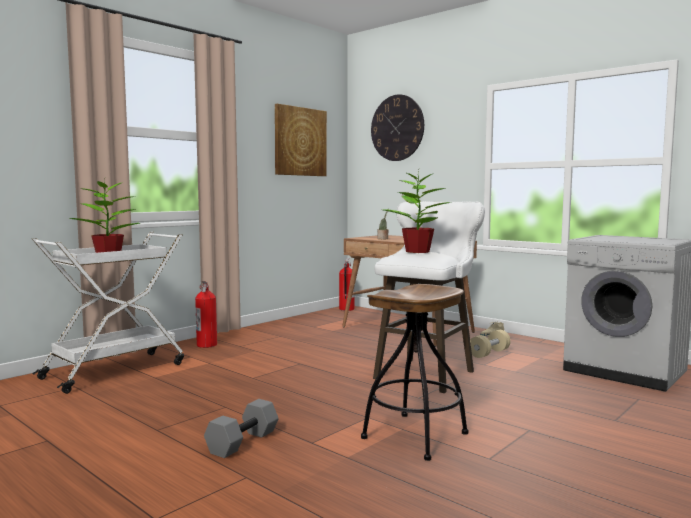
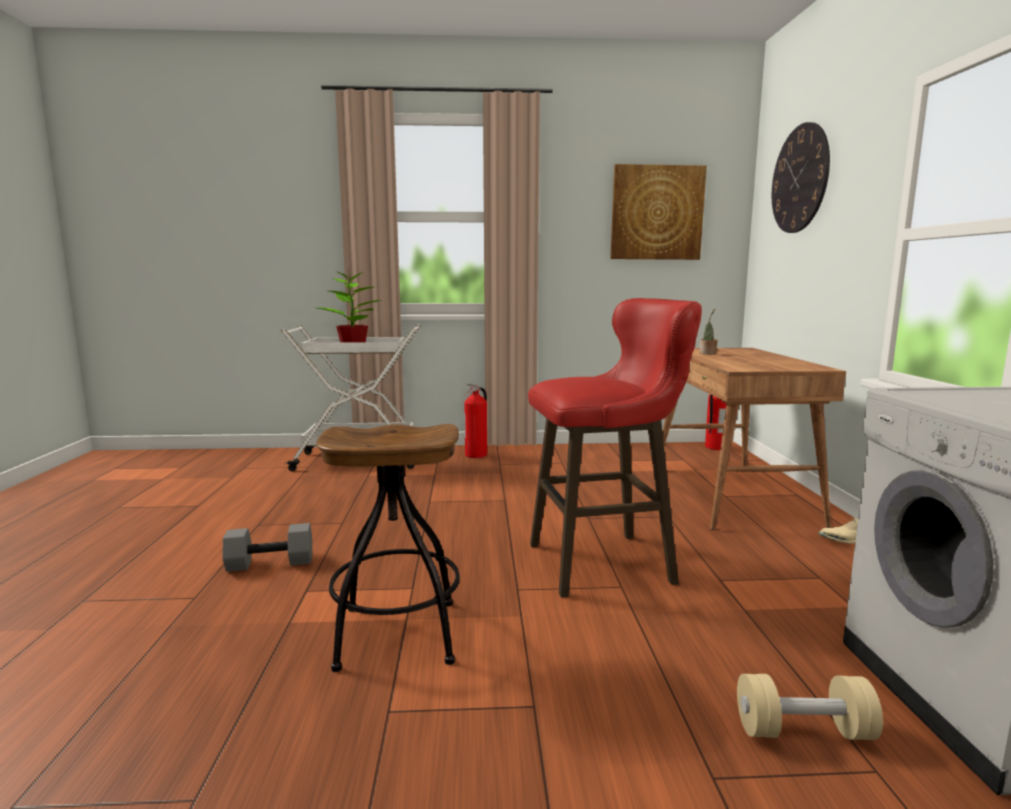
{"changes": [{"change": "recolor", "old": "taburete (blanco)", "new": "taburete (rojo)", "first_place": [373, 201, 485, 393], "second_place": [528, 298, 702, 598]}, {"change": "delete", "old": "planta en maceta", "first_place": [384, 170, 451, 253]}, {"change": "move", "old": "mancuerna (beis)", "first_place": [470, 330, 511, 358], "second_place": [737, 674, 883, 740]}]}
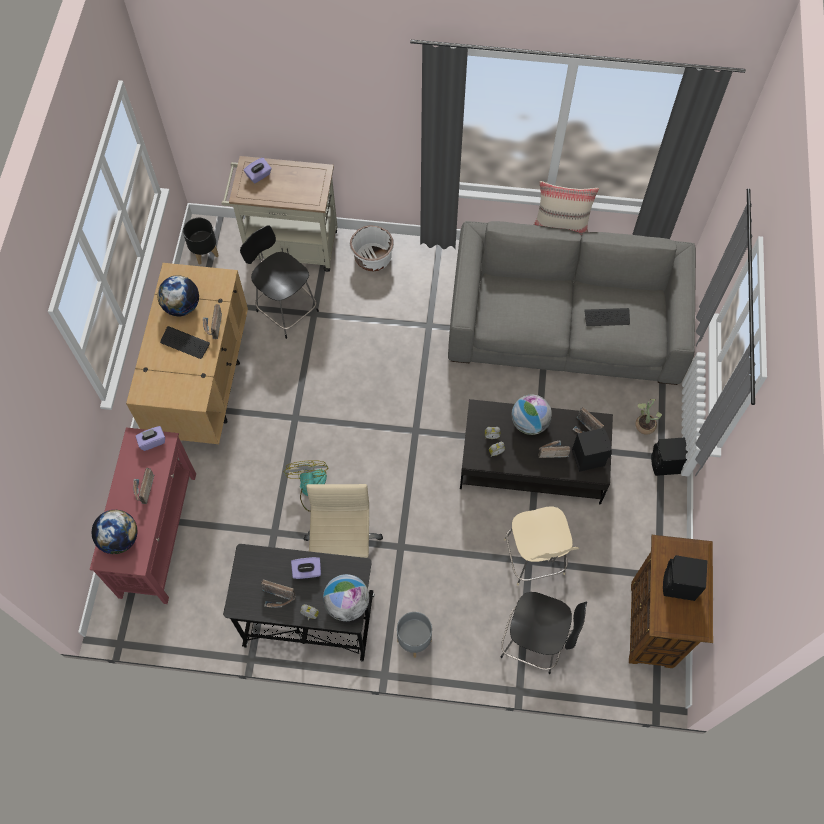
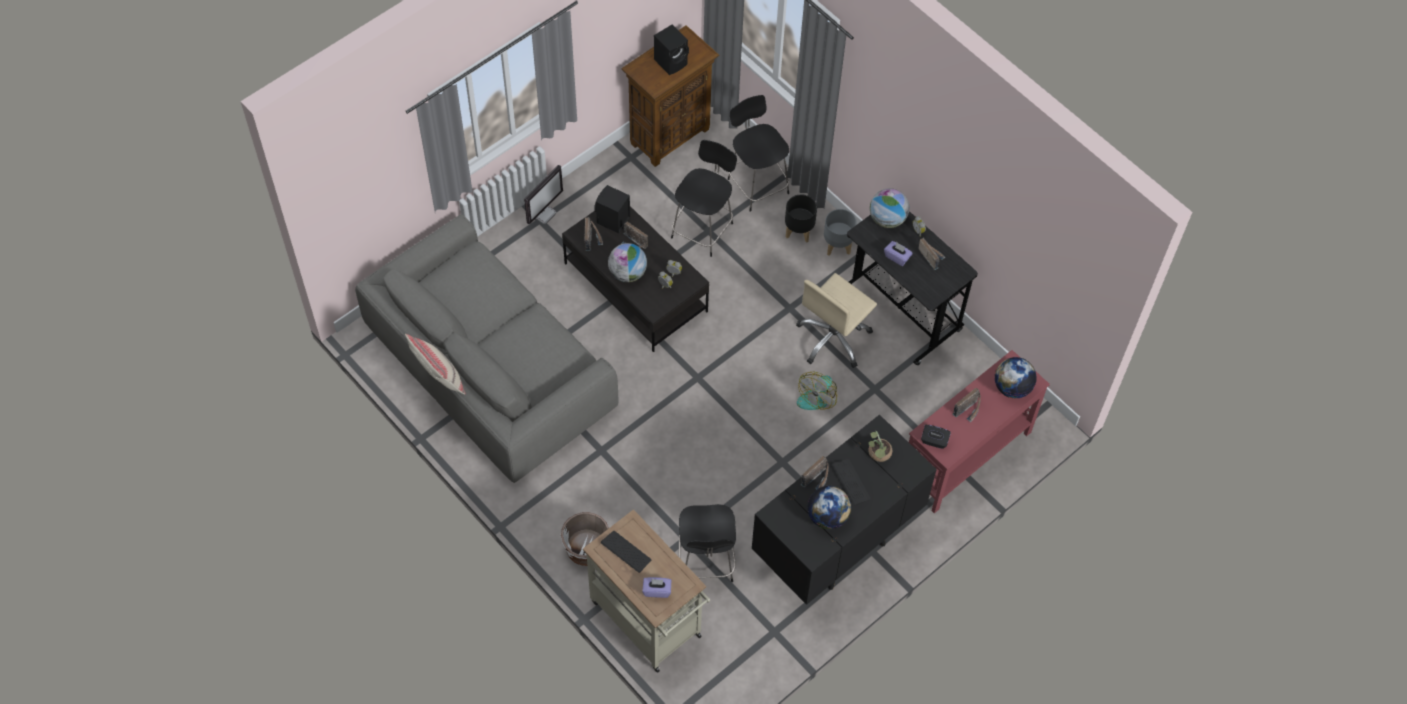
{"changes": [{"change": "recolor", "old": "cómoda (beis)", "new": "cómoda (negro)", "first_place": [126, 263, 248, 444], "second_place": [752, 415, 937, 605]}, {"change": "recolor", "old": "caja de pañuelos (morado)", "new": "caja de pañuelos (negro)", "first_place": [136, 426, 165, 451], "second_place": [921, 425, 951, 449]}, {"change": "move", "old": "maceta (negro)", "first_place": [183, 218, 219, 265], "second_place": [785, 195, 817, 243]}, {"change": "recolor", "old": "silla (beis)", "new": "silla (negro)", "first_place": [504, 506, 579, 586], "second_place": [671, 140, 737, 257]}, {"change": "move", "old": "teclado", "first_place": [584, 308, 630, 326], "second_place": [601, 531, 651, 573]}, {"change": "move", "old": "planta en maceta", "first_place": [635, 399, 662, 435], "second_place": [868, 431, 892, 462]}, {"change": "replace", "old": "altavoz (negro)", "new": "monitor", "first_place": [651, 437, 688, 476], "second_place": [524, 165, 563, 224]}]}
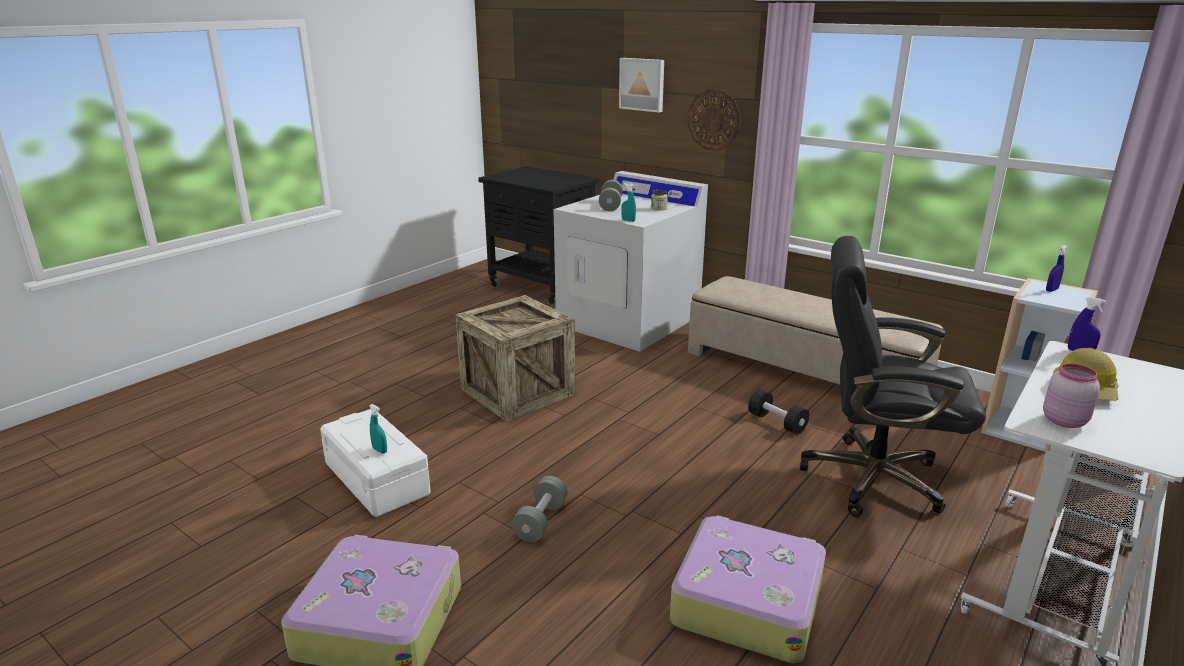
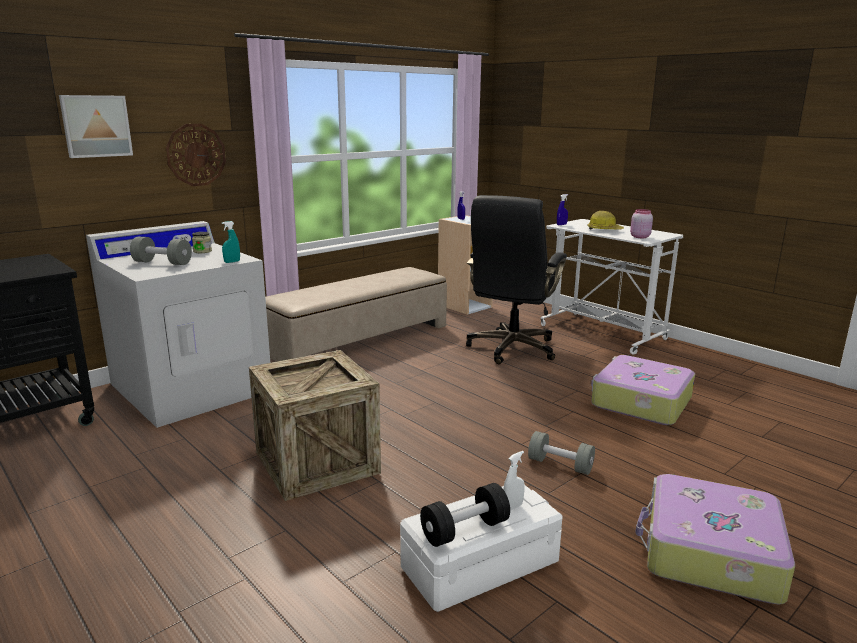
{"changes": [{"change": "recolor", "old": "pulverizador (turquesa)", "new": "pulverizador (blanco)", "first_place": [370, 404, 387, 454], "second_place": [503, 451, 525, 511]}, {"change": "move", "old": "mancuerna (negro)", "first_place": [748, 389, 809, 434], "second_place": [420, 483, 510, 547]}]}
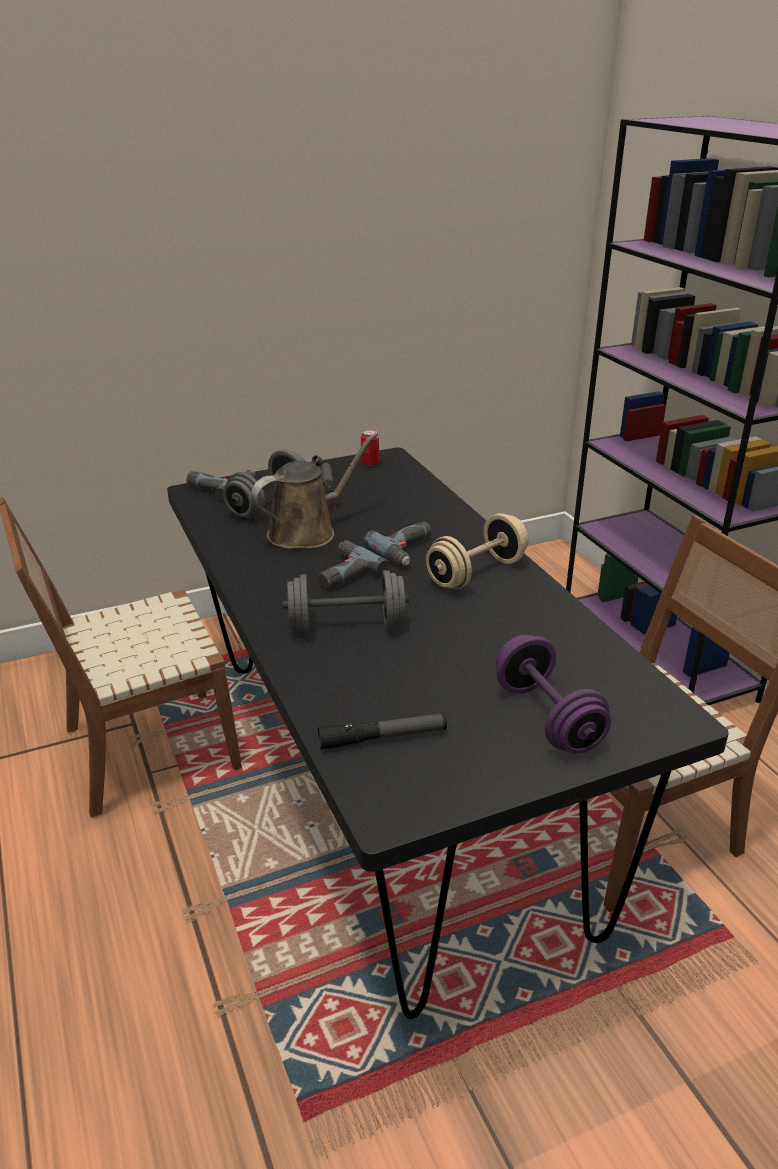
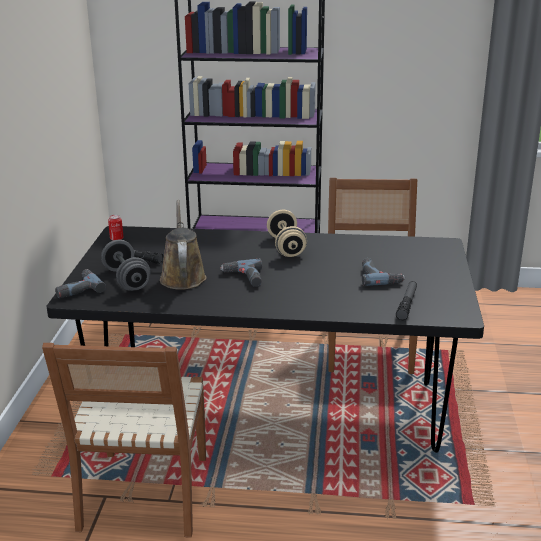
{"changes": [{"change": "delete", "old": "mancuerna (gris)", "first_place": [283, 570, 409, 633]}, {"change": "move", "old": "taladro", "first_place": [363, 522, 431, 567], "second_place": [362, 258, 405, 286]}, {"change": "delete", "old": "mancuerna (morado)", "first_place": [496, 635, 611, 754]}]}
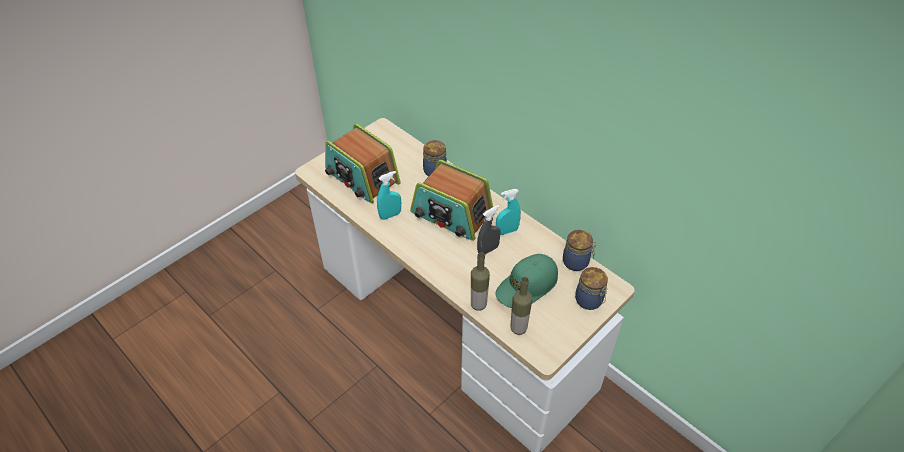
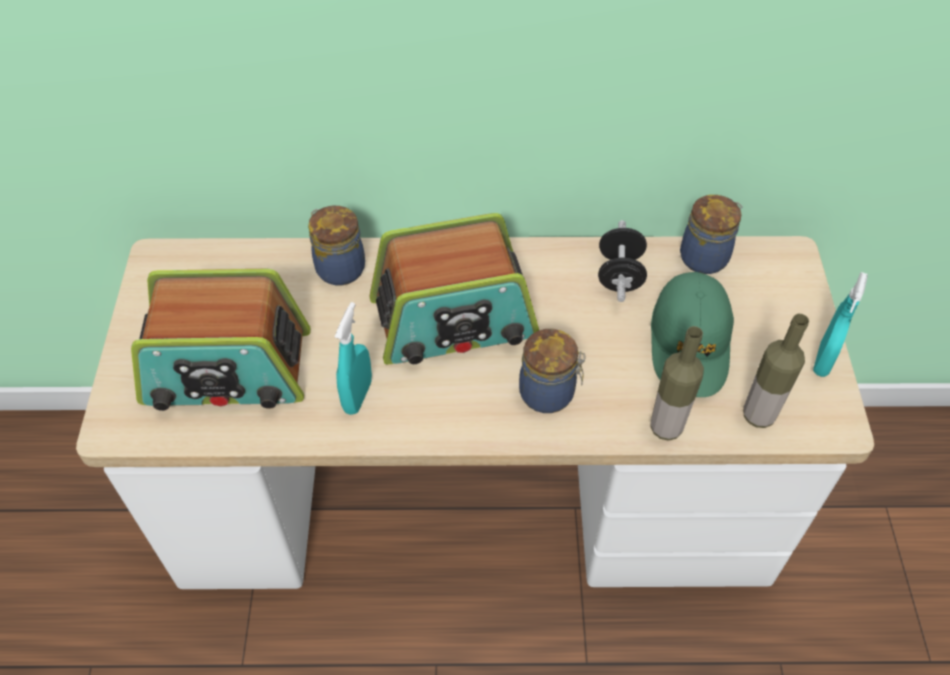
{"changes": [{"change": "delete", "old": "pulverizador (gris)", "first_place": [477, 205, 501, 254]}, {"change": "move", "old": "pulverizador (turquesa)", "first_place": [496, 189, 521, 235], "second_place": [813, 272, 868, 377]}, {"change": "move", "old": "tarro", "first_place": [575, 267, 608, 310], "second_place": [519, 329, 586, 413]}, {"change": "insert", "new": "mancuerna (negro)", "second_place": [598, 220, 647, 302]}]}
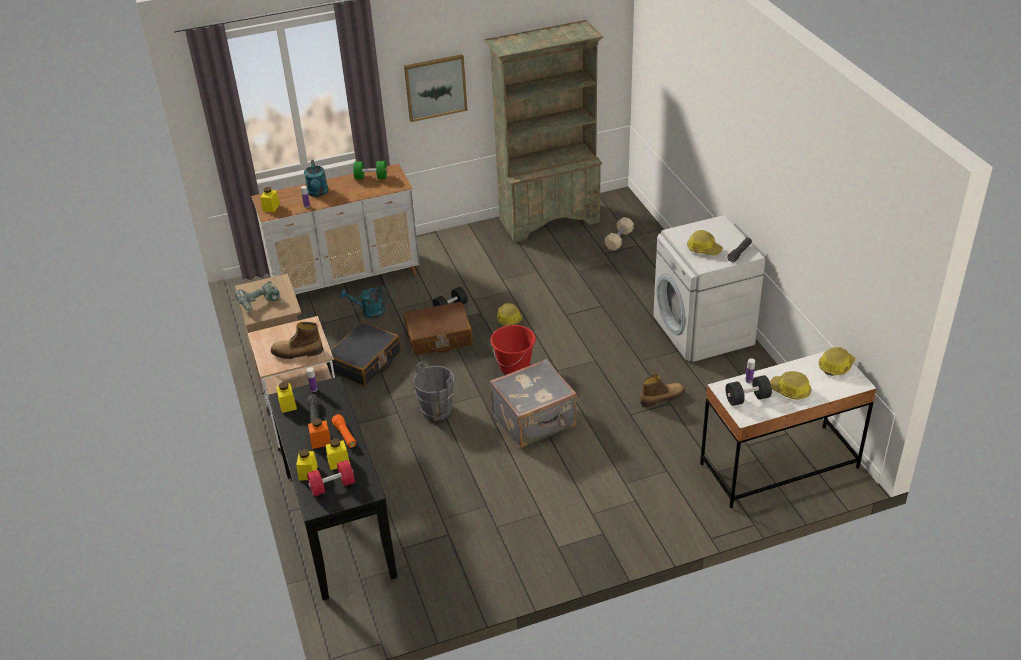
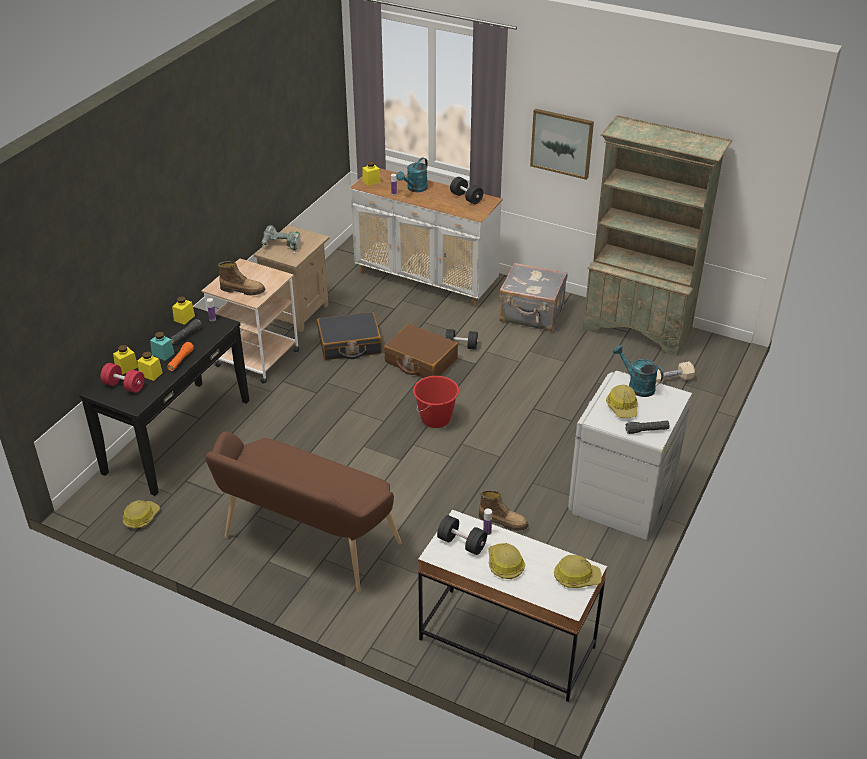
{"changes": [{"change": "rotate", "old": "bota", "first_place": [271, 322, 324, 359], "second_place": [218, 261, 265, 295], "degrees": 150}, {"change": "recolor", "old": "tarro (naranja)", "new": "tarro (turquesa)", "first_place": [308, 418, 331, 449], "second_place": [150, 332, 175, 361]}, {"change": "move", "old": "regadera (turquesa)", "first_place": [340, 287, 389, 318], "second_place": [613, 345, 664, 397]}, {"change": "recolor", "old": "mancuerna (verde)", "new": "mancuerna (negro)", "first_place": [353, 161, 387, 180], "second_place": [450, 177, 483, 204]}, {"change": "delete", "old": "cubo (gris)", "first_place": [413, 362, 455, 421]}, {"change": "move", "old": "maleta (gris)", "first_place": [490, 359, 577, 448], "second_place": [499, 263, 567, 331]}, {"change": "move", "old": "casco", "first_place": [497, 303, 522, 326], "second_place": [123, 500, 160, 529]}, {"change": "insert", "new": "banco (marrón)", "second_place": [205, 431, 402, 592]}]}
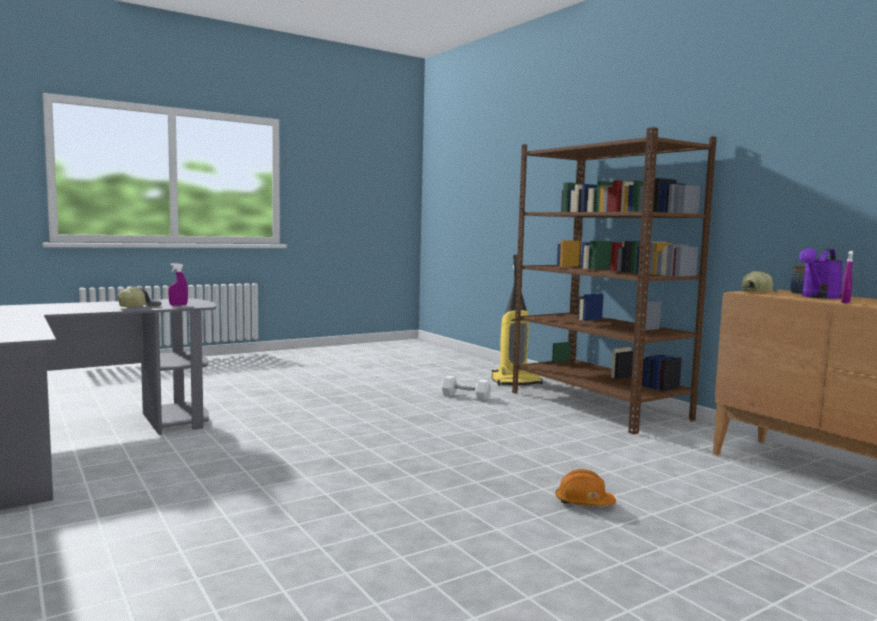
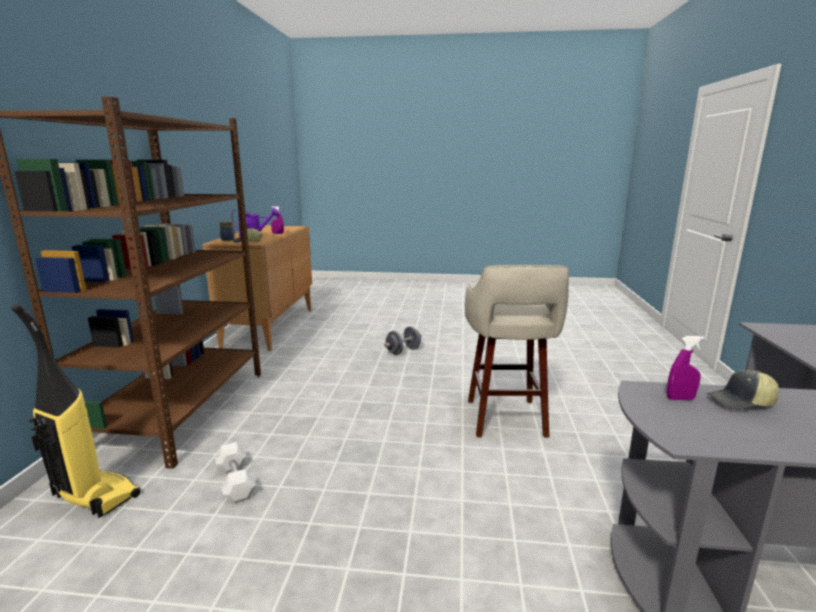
{"changes": [{"change": "replace", "old": "casco (naranja)", "new": "mancuerna (gris)", "first_place": [555, 469, 616, 506], "second_place": [384, 326, 422, 355]}, {"change": "insert", "new": "taburete (beis)", "second_place": [465, 265, 569, 437]}]}
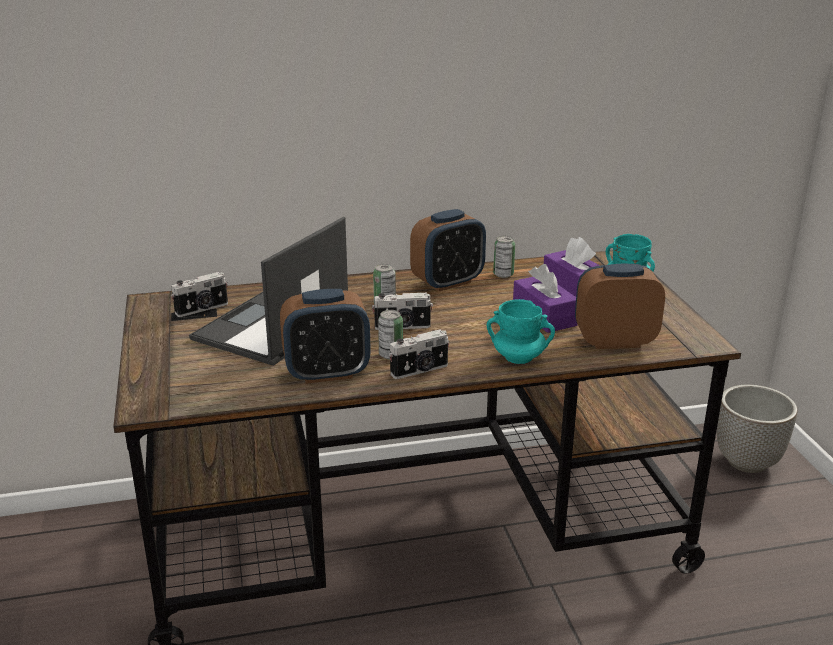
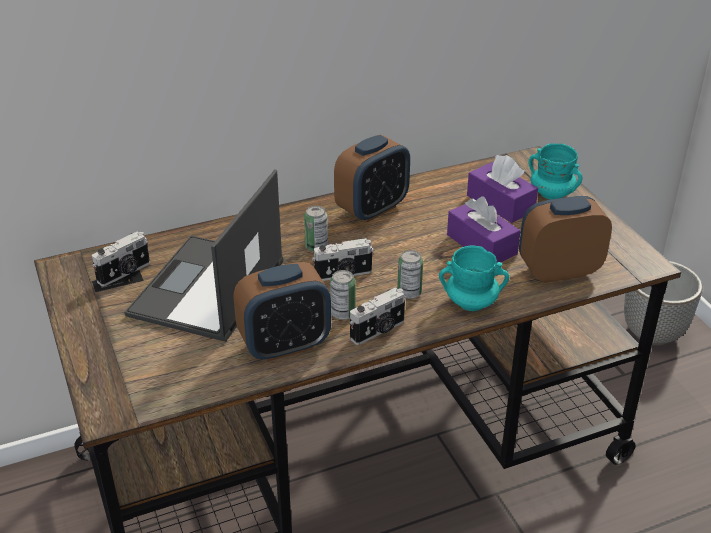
{"changes": [{"change": "move", "old": "lata", "first_place": [493, 236, 515, 278], "second_place": [397, 250, 423, 299]}]}
